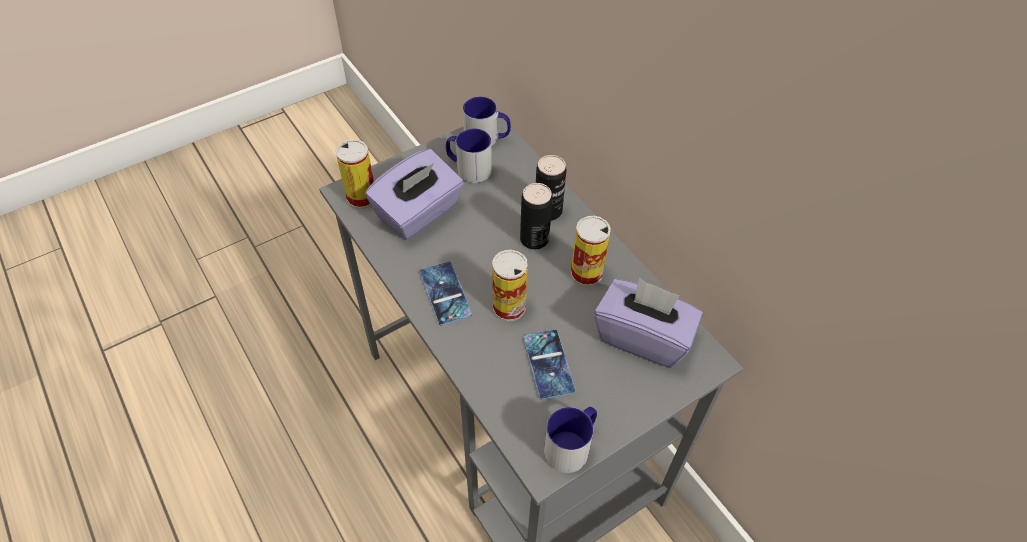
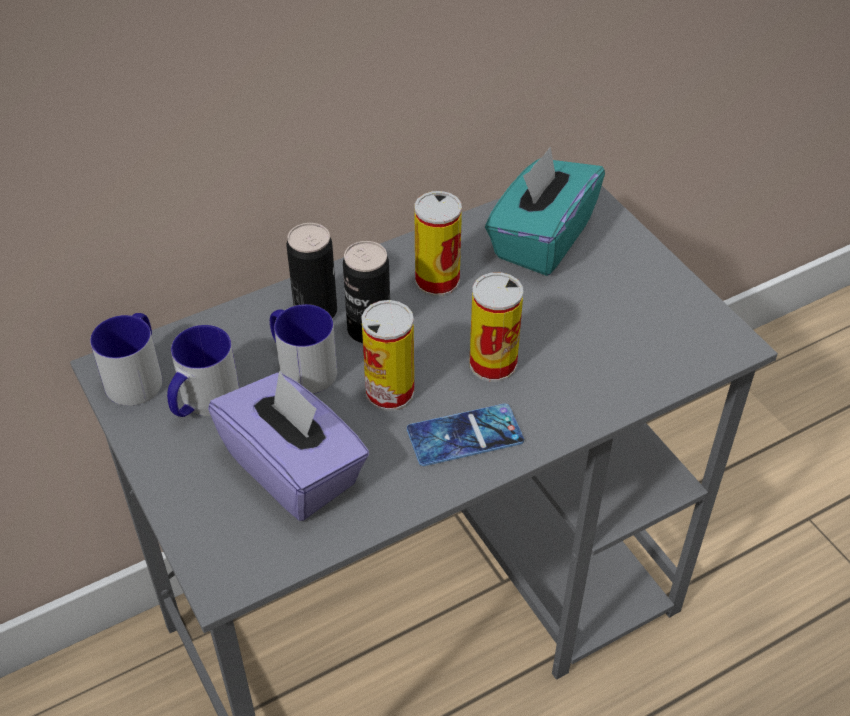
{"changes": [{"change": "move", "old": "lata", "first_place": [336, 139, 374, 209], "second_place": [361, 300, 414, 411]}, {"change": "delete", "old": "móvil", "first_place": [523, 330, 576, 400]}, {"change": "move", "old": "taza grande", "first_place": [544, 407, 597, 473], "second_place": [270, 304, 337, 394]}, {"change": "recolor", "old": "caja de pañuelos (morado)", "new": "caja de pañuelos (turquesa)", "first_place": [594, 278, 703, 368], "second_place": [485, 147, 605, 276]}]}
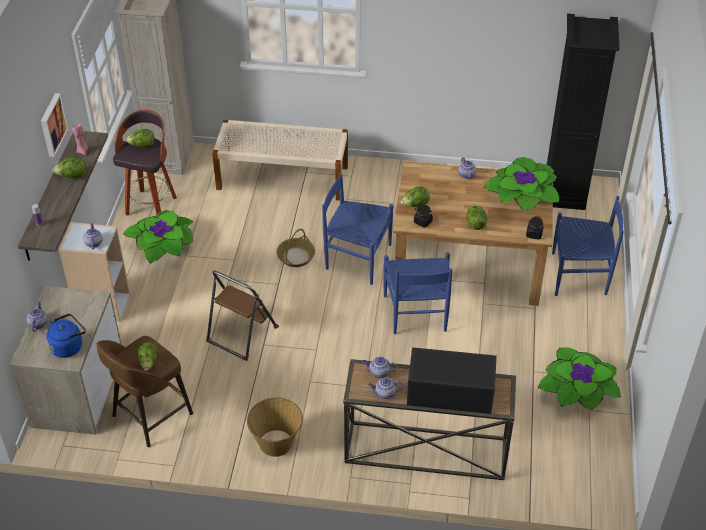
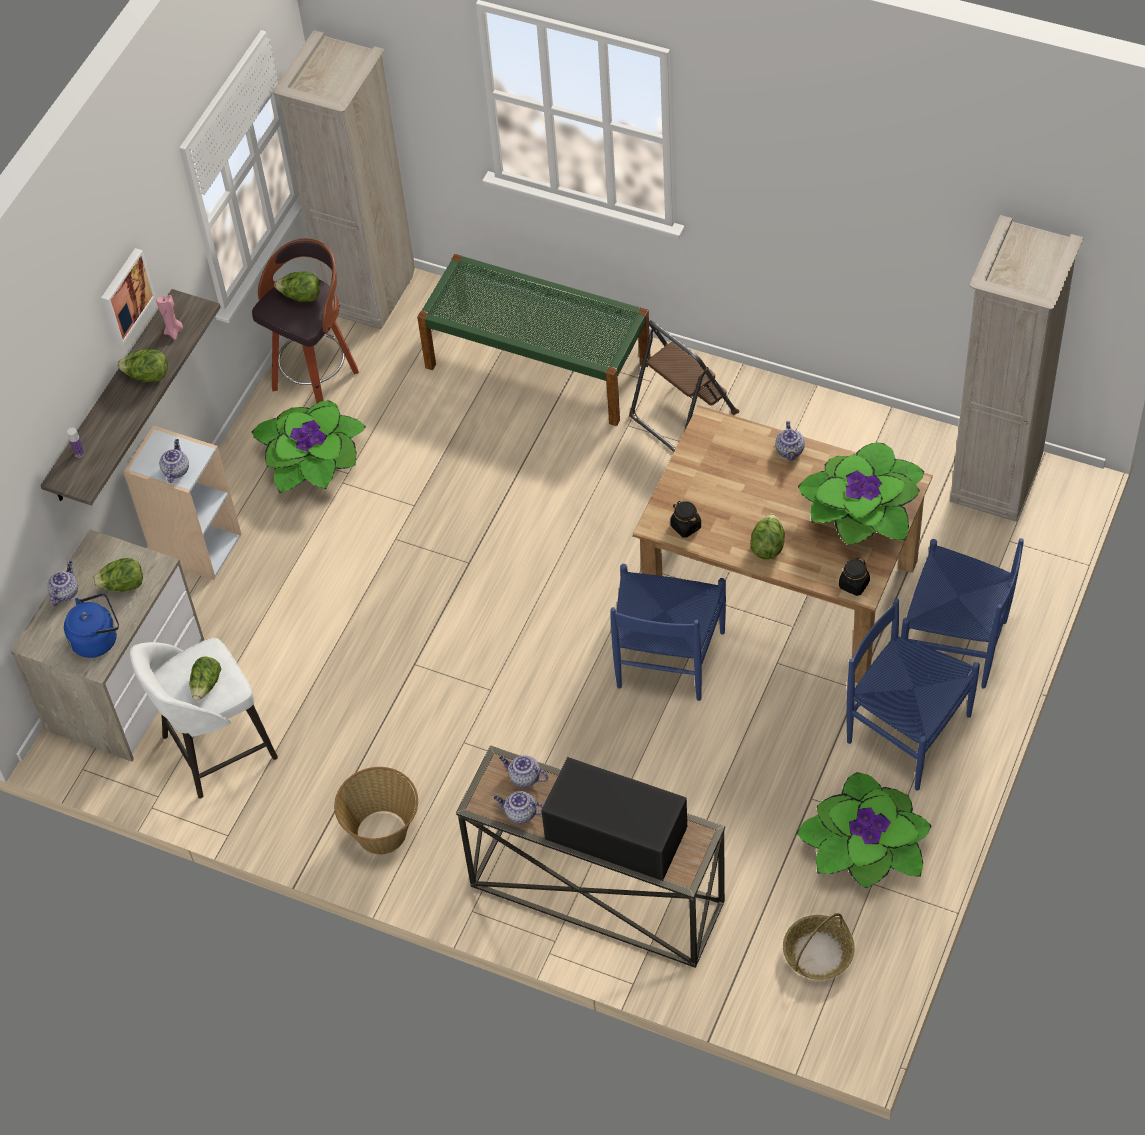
{"changes": [{"change": "recolor", "old": "taburete (marrón)", "new": "taburete (blanco)", "first_place": [97, 336, 193, 447], "second_place": [130, 638, 278, 799]}, {"change": "move", "old": "escalera de tijera (marrón)", "first_place": [206, 271, 279, 361], "second_place": [629, 320, 740, 452]}, {"change": "recolor", "old": "banco (beis)", "new": "banco (verde)", "first_place": [212, 119, 348, 201], "second_place": [417, 254, 651, 426]}, {"change": "move", "old": "cesta", "first_place": [276, 229, 315, 267], "second_place": [783, 913, 855, 980]}, {"change": "move", "old": "silla (azul)", "first_place": [322, 173, 393, 285], "second_place": [847, 598, 980, 791]}, {"change": "move", "old": "lechuga", "first_place": [400, 186, 430, 207], "second_place": [92, 558, 143, 592]}, {"change": "recolor", "old": "armario (negro)", "new": "armario (beis)", "first_place": [547, 14, 620, 210], "second_place": [950, 215, 1084, 521]}]}
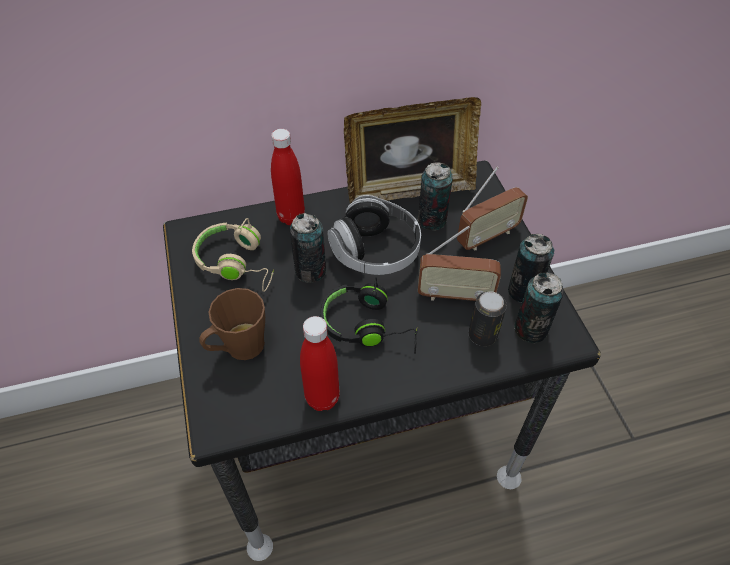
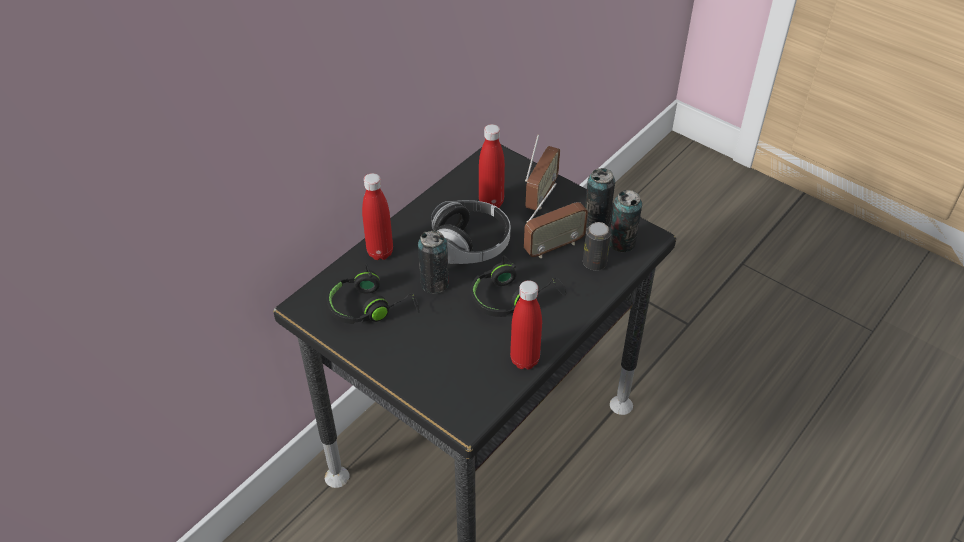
{"changes": [{"change": "recolor", "old": "auriculares (beis)", "new": "auriculares (negro)", "first_place": [192, 218, 274, 292], "second_place": [327, 263, 419, 324]}, {"change": "delete", "old": "taza grande (marrón)", "first_place": [199, 288, 265, 360]}, {"change": "delete", "old": "portarretratos", "first_place": [344, 97, 481, 204]}, {"change": "replace", "old": "lata", "new": "botella (rojo)", "first_place": [417, 162, 453, 230], "second_place": [479, 124, 505, 208]}]}
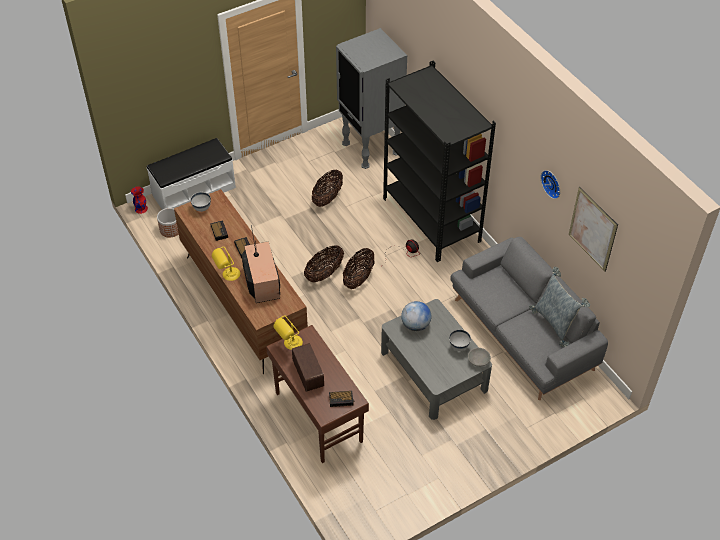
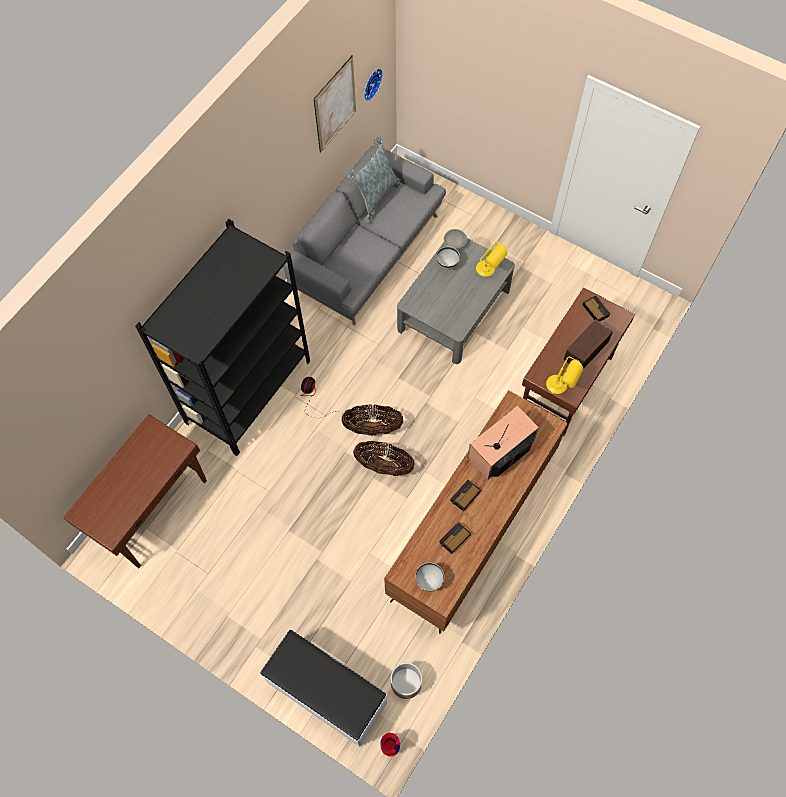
{"changes": [{"change": "move", "old": "lámpara de mesa (amarillo)", "first_place": [212, 247, 240, 281], "second_place": [476, 241, 507, 277]}, {"change": "delete", "old": "cesta", "first_place": [312, 170, 343, 207]}, {"change": "replace", "old": "armario (gris)", "new": "mesa consola (marrón)", "first_place": [336, 28, 407, 169], "second_place": [63, 414, 207, 568]}, {"change": "delete", "old": "globo terráqueo", "first_place": [401, 301, 431, 331]}, {"change": "move", "old": "reloj de pared", "first_place": [541, 170, 560, 199], "second_place": [364, 68, 383, 101]}]}
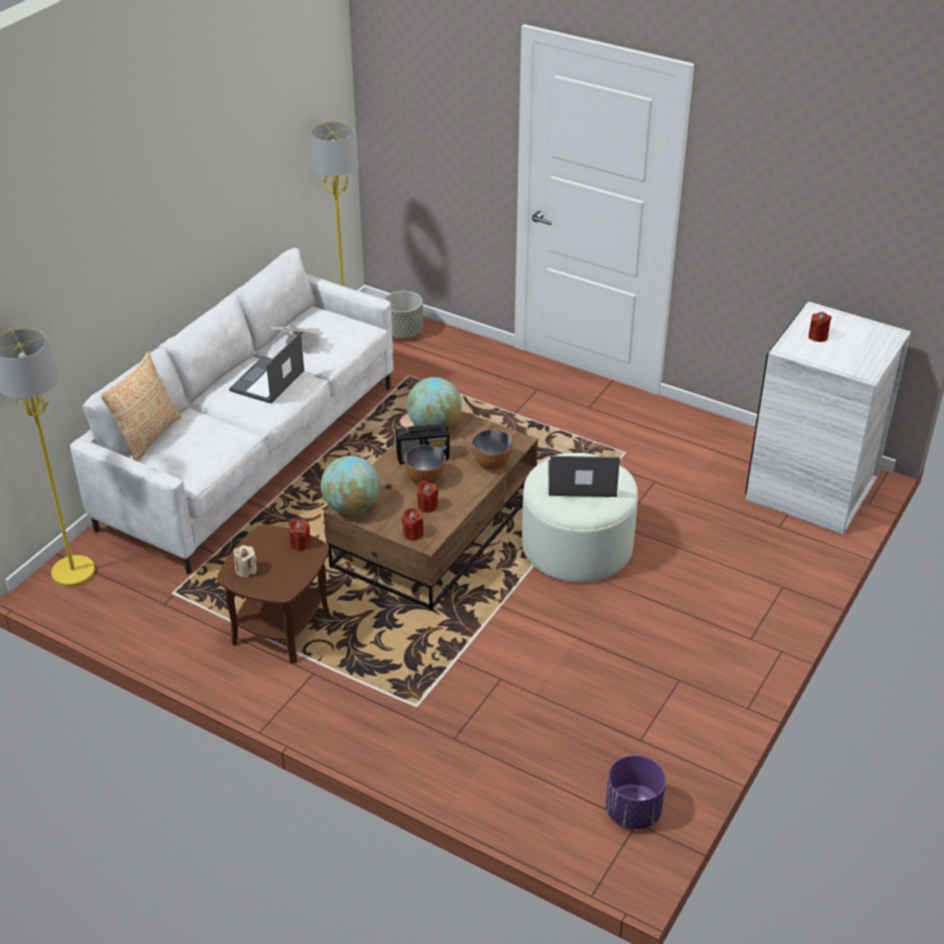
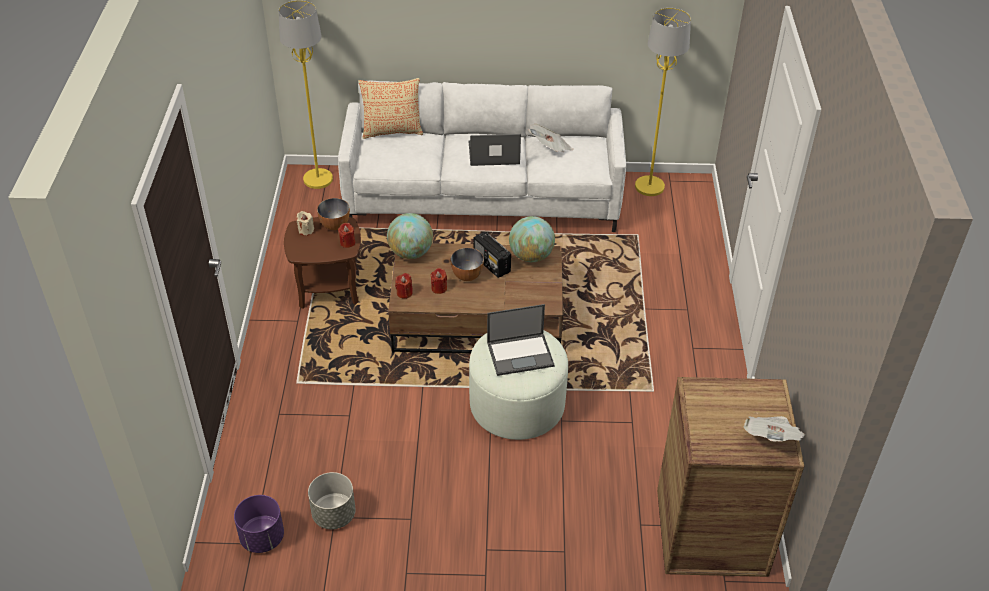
{"changes": [{"change": "move", "old": "maceta (gris)", "first_place": [384, 291, 423, 338], "second_place": [308, 472, 356, 529]}, {"change": "move", "old": "cuenco", "first_place": [472, 430, 512, 470], "second_place": [317, 198, 350, 230]}, {"change": "rotate", "old": "portátil", "first_place": [548, 456, 620, 497], "second_place": [487, 304, 555, 376], "degrees": 105}, {"change": "recolor", "old": "armario (blanco)", "new": "armario (marrón)", "first_place": [745, 302, 911, 534], "second_place": [657, 377, 804, 577]}, {"change": "delete", "old": "vela (rojo)", "first_place": [808, 312, 832, 342]}, {"change": "insert", "new": "periódico", "second_place": [744, 416, 805, 442]}]}
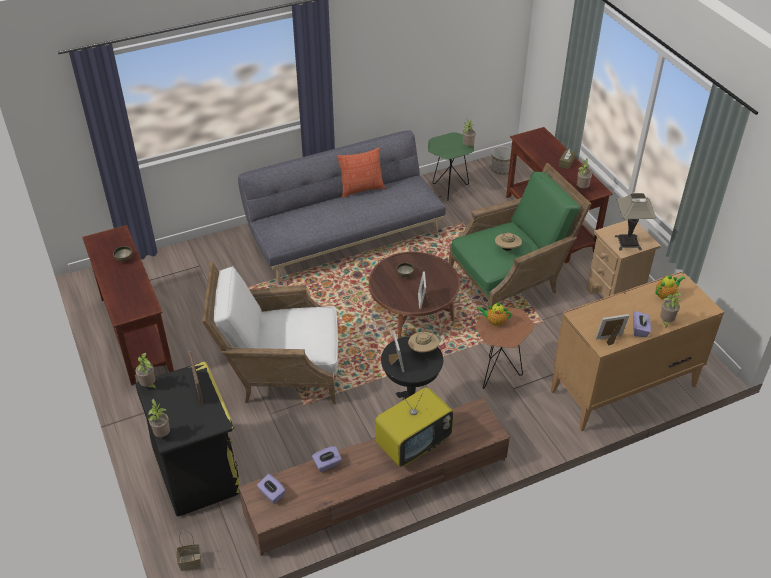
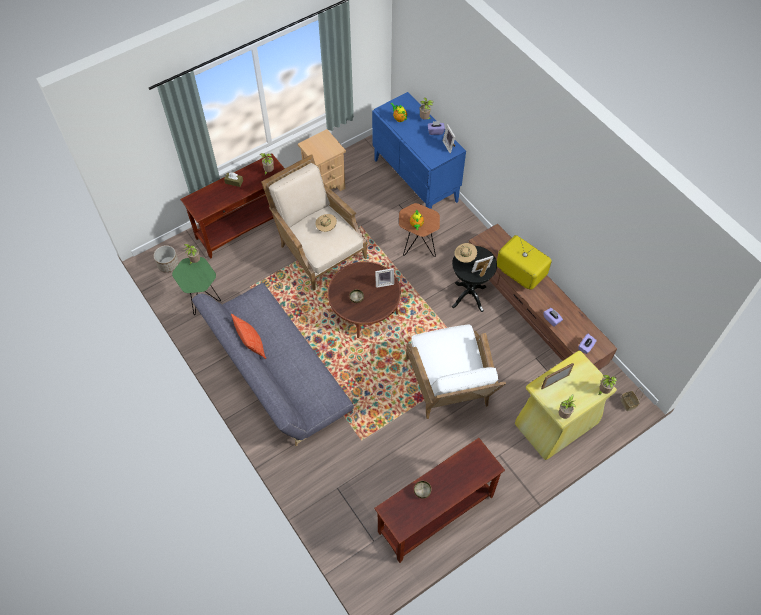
{"changes": [{"change": "recolor", "old": "mesita de noche (negro)", "new": "mesita de noche (amarillo)", "first_place": [135, 362, 240, 516], "second_place": [515, 351, 617, 460]}, {"change": "recolor", "old": "sillón (verde)", "new": "sillón (beis)", "first_place": [449, 163, 591, 306], "second_place": [261, 154, 367, 291]}, {"change": "recolor", "old": "armario (marrón)", "new": "armario (azul)", "first_place": [551, 271, 724, 432], "second_place": [372, 92, 466, 209]}, {"change": "delete", "old": "lámpara de mesa", "first_place": [615, 193, 656, 251]}]}
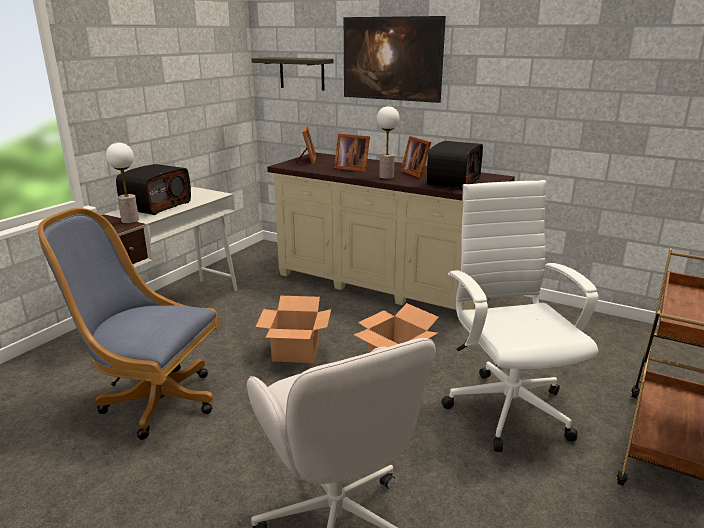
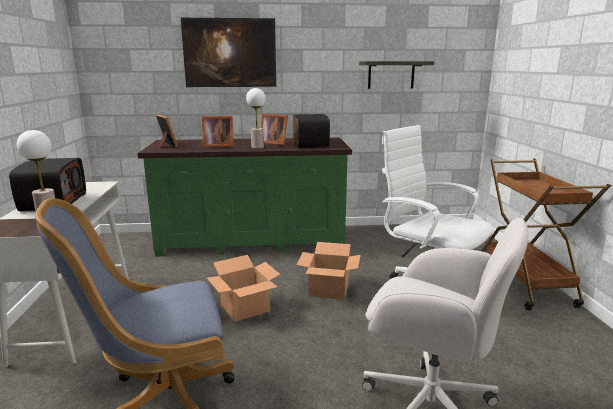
{"changes": [{"change": "move", "old": "estante", "first_place": [251, 57, 334, 90], "second_place": [359, 61, 434, 89]}, {"change": "recolor", "old": "armario (beis)", "new": "armario (verde)", "first_place": [267, 153, 515, 310], "second_place": [137, 138, 352, 257]}]}
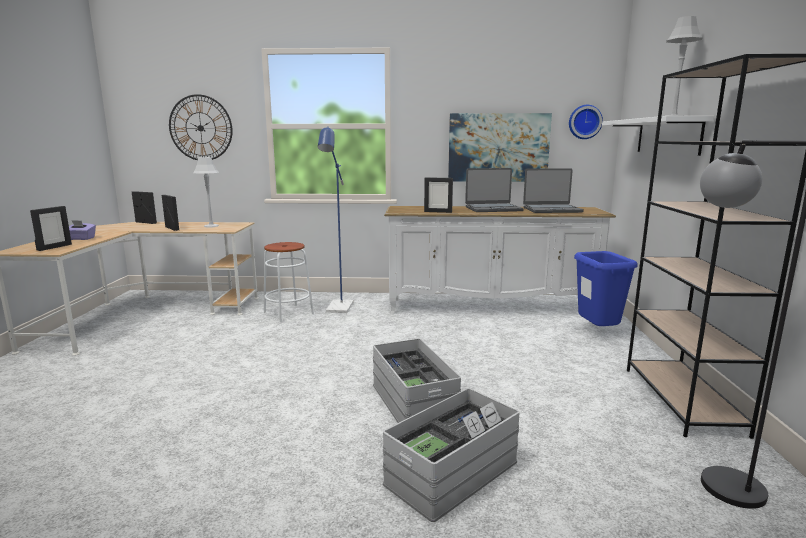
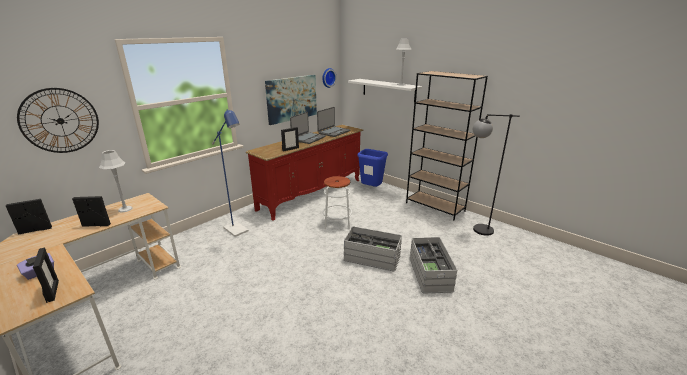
{"changes": [{"change": "move", "old": "taburete (blanco)", "first_place": [264, 242, 314, 322], "second_place": [322, 176, 352, 229]}, {"change": "recolor", "old": "armario (blanco)", "new": "armario (rojo)", "first_place": [384, 206, 616, 314], "second_place": [246, 125, 364, 221]}]}
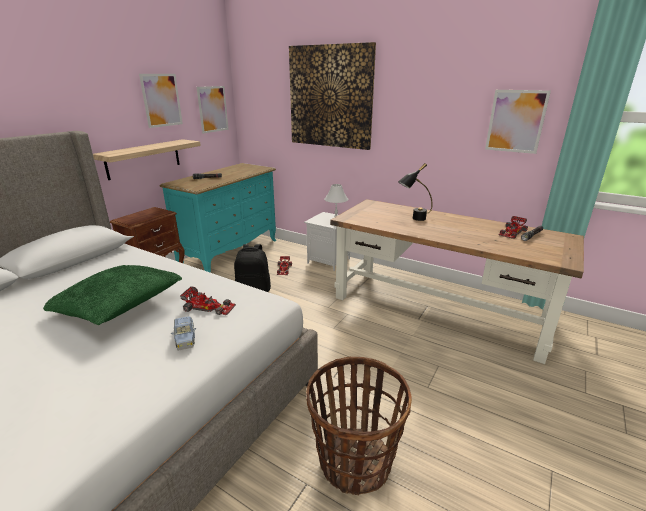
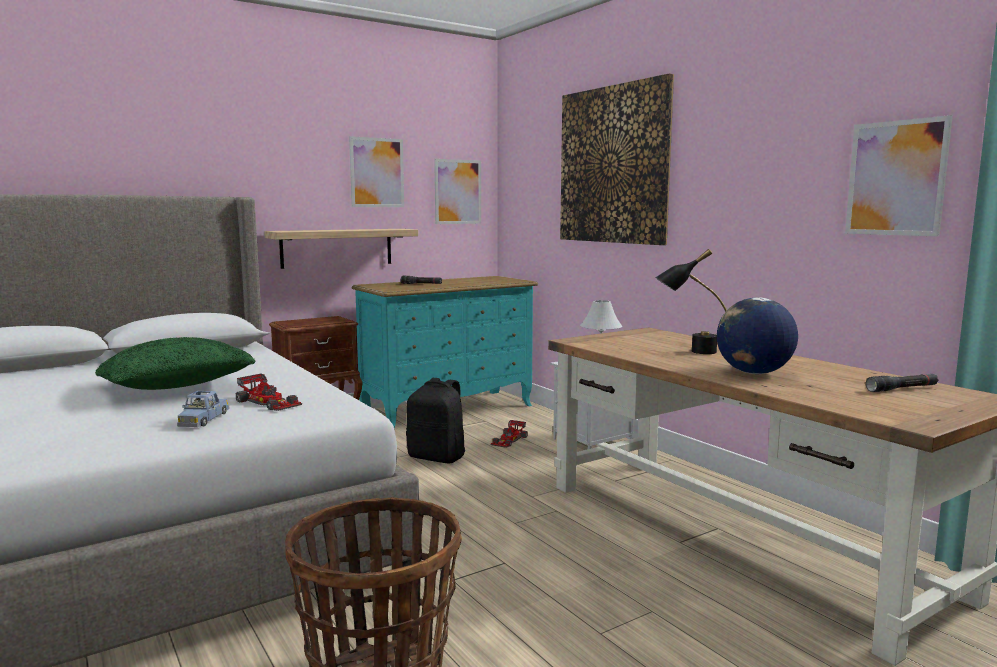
{"changes": [{"change": "delete", "old": "coche de juguete", "first_place": [498, 216, 528, 239]}, {"change": "insert", "new": "globo terráqueo", "second_place": [717, 297, 798, 374]}]}
